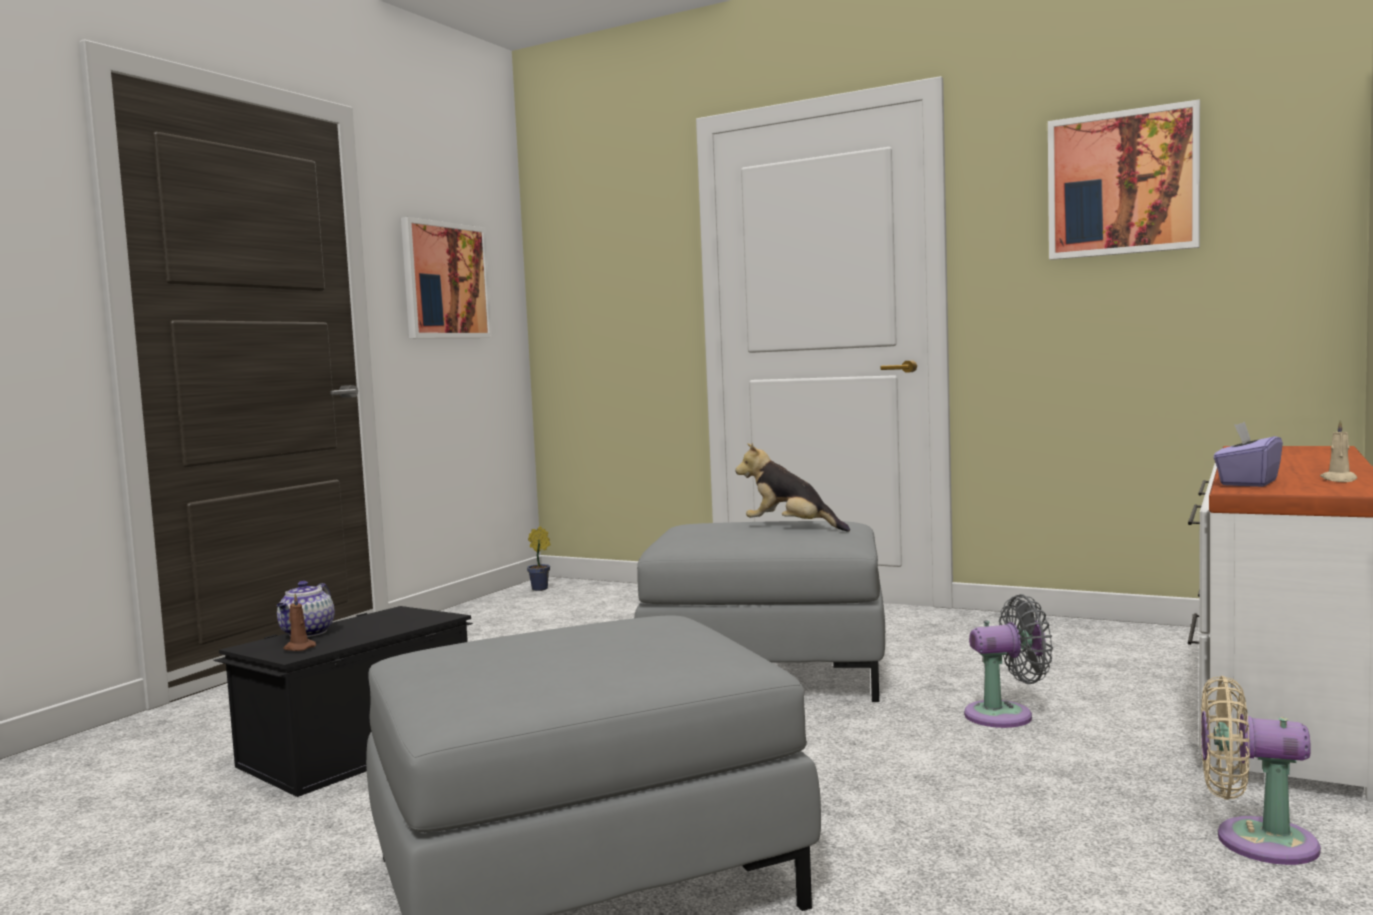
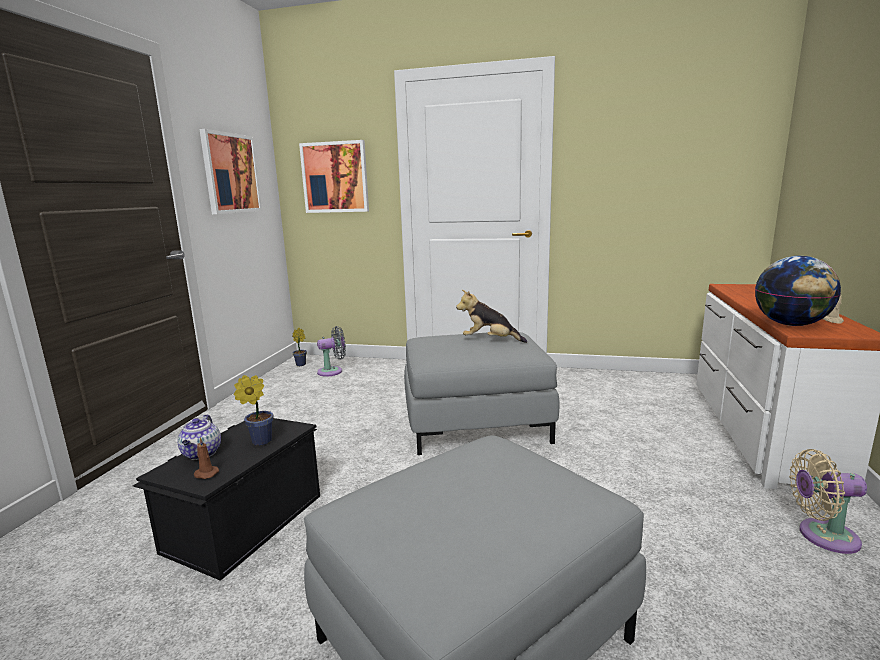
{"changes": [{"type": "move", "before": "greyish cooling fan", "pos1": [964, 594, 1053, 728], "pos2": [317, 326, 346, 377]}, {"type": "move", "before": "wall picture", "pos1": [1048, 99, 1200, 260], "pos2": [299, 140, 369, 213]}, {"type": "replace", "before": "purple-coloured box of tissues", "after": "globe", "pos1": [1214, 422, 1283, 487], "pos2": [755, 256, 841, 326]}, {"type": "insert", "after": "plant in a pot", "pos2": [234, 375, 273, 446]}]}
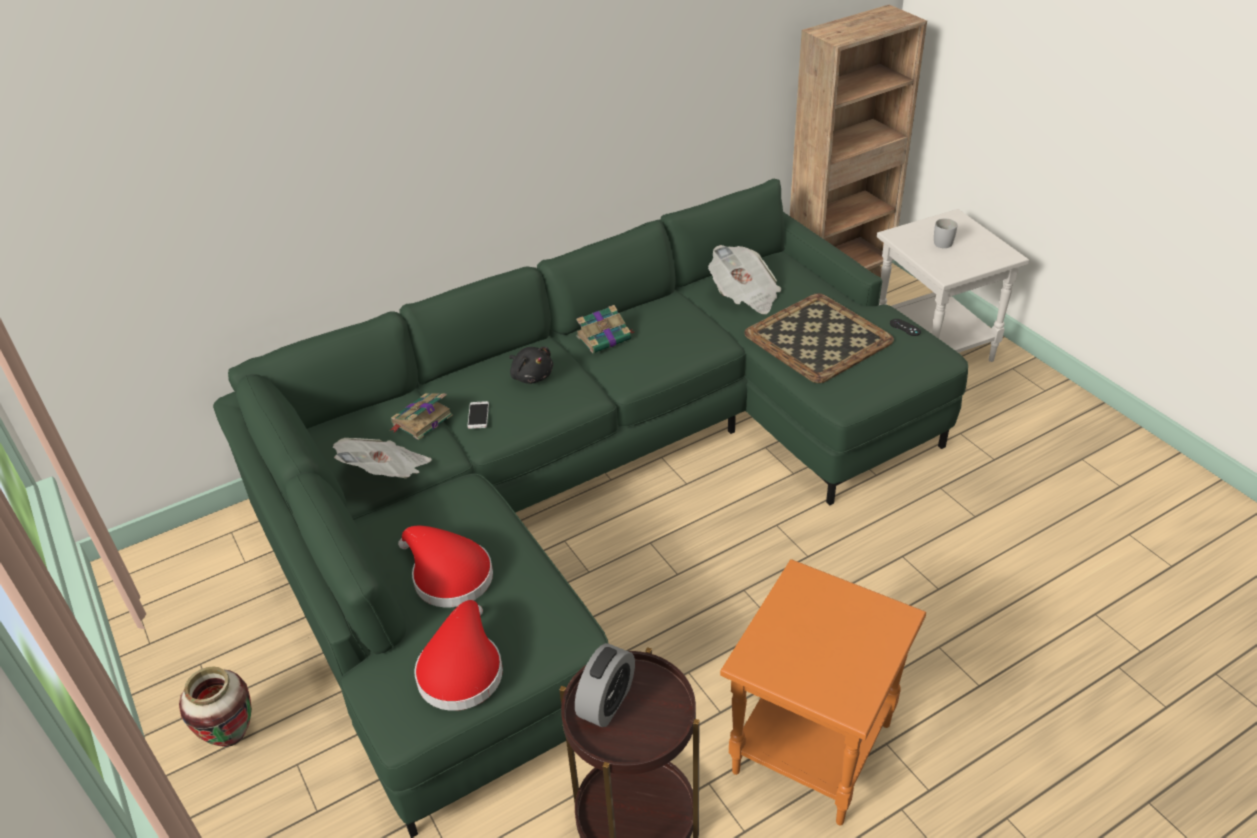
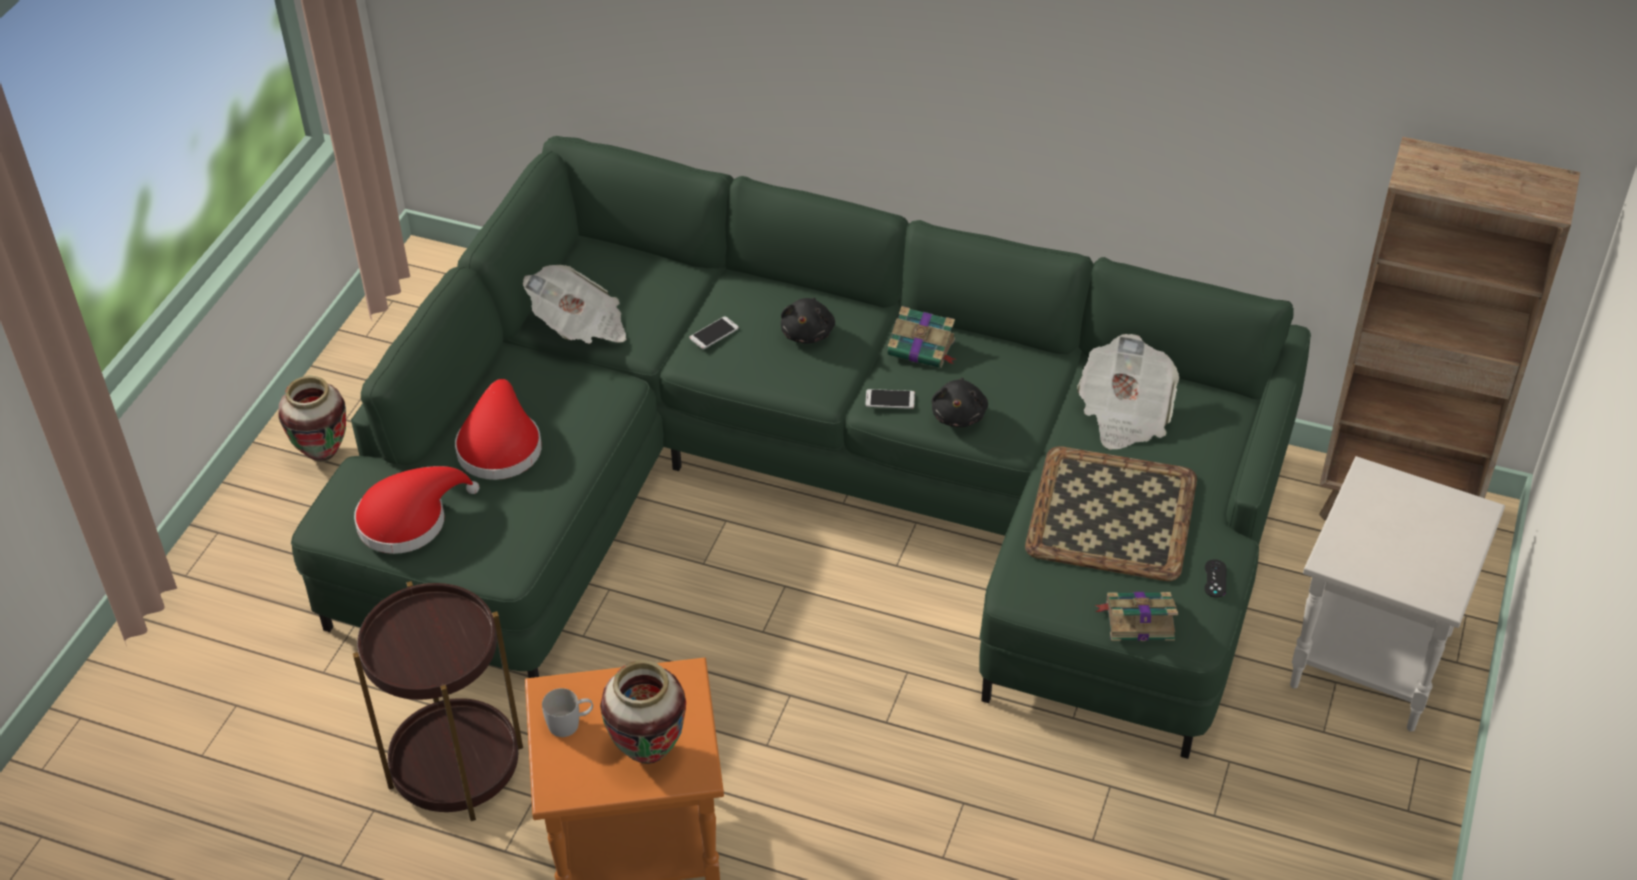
{"changes": [{"type": "move", "before": "bound book", "pos1": [389, 393, 453, 440], "pos2": [1095, 592, 1178, 641]}, {"type": "delete", "before": "table clock", "pos1": [575, 643, 635, 727]}, {"type": "move", "before": "white-coloured mug", "pos1": [934, 219, 958, 248], "pos2": [542, 688, 593, 737]}, {"type": "insert", "after": "flower vase", "pos2": [600, 660, 686, 764]}, {"type": "insert", "after": "phone", "pos2": [865, 389, 915, 409]}, {"type": "insert", "after": "blackish soft toy", "pos2": [932, 378, 988, 427]}]}
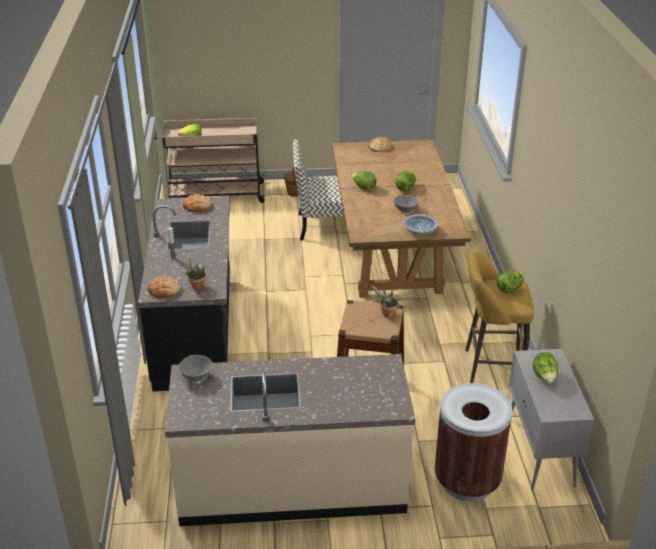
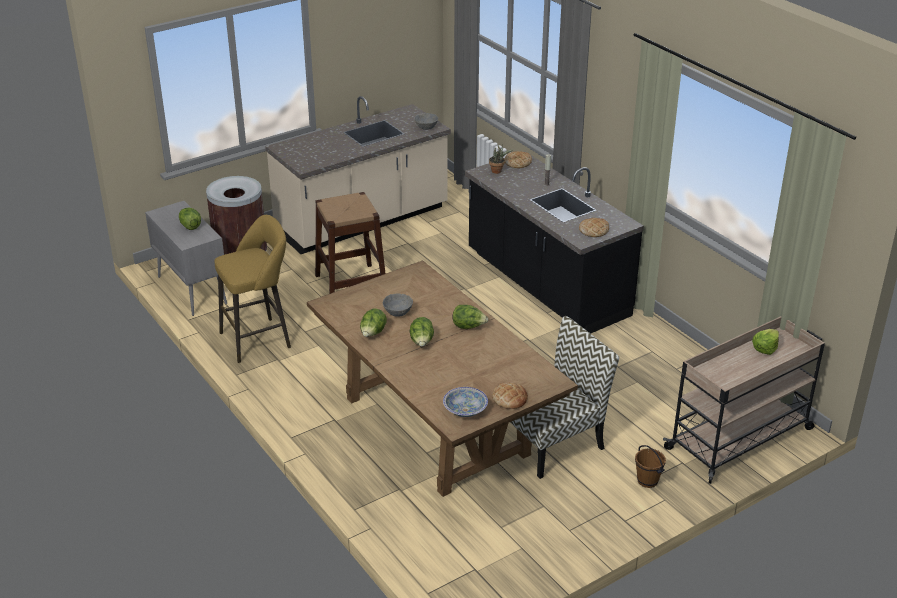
{"changes": [{"type": "delete", "before": "plant in a pot", "pos1": [369, 283, 398, 318]}, {"type": "move", "before": "bowl", "pos1": [403, 214, 438, 235], "pos2": [443, 387, 488, 417]}, {"type": "move", "before": "lettuce head", "pos1": [497, 270, 525, 294], "pos2": [360, 309, 387, 337]}]}
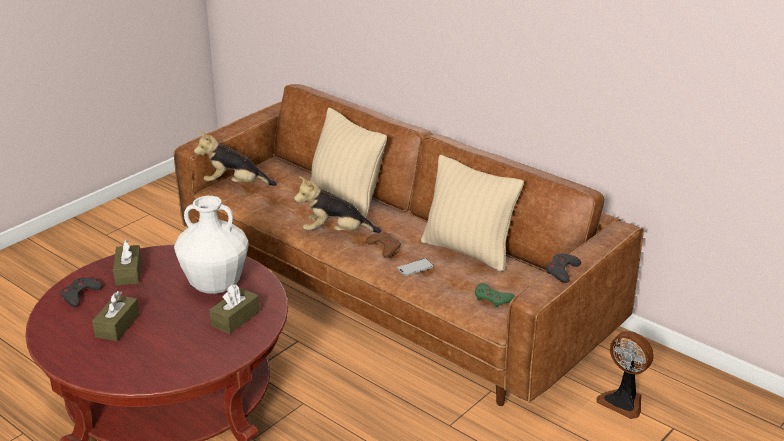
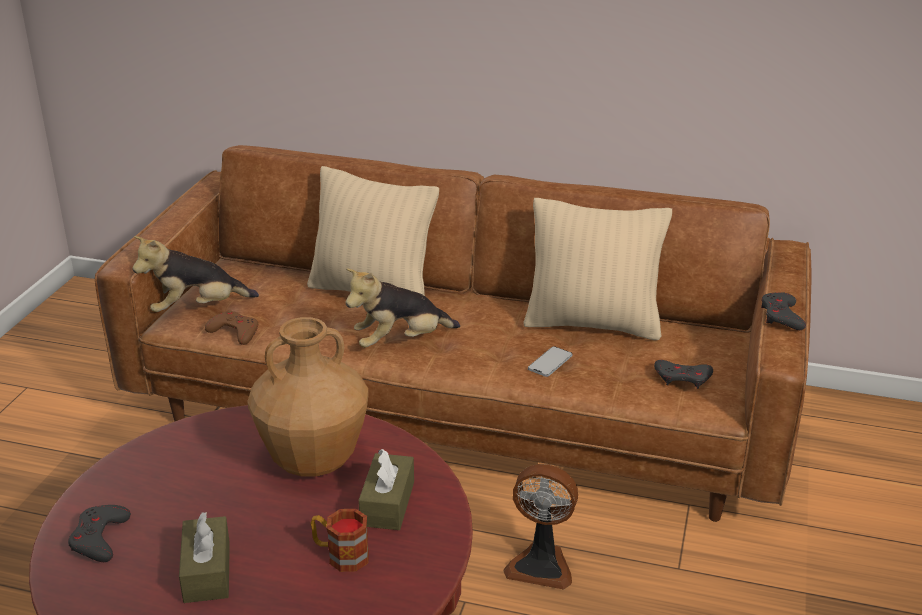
{"changes": [{"type": "delete", "before": "brown box of tissues", "pos1": [113, 240, 142, 286]}, {"type": "recolor", "before": "white-coloured flower vase", "after": "brown flower vase", "pos1": [174, 196, 249, 294], "pos2": [247, 317, 369, 477]}, {"type": "move", "before": "brown gamepad", "pos1": [366, 232, 401, 258], "pos2": [205, 310, 258, 345]}, {"type": "recolor", "before": "greenish gamepad", "after": "greyish gamepad", "pos1": [475, 283, 515, 308], "pos2": [654, 360, 713, 389]}, {"type": "move", "before": "cooling fan", "pos1": [596, 331, 654, 419], "pos2": [503, 464, 578, 590]}, {"type": "insert", "after": "mug", "pos2": [310, 509, 369, 572]}]}
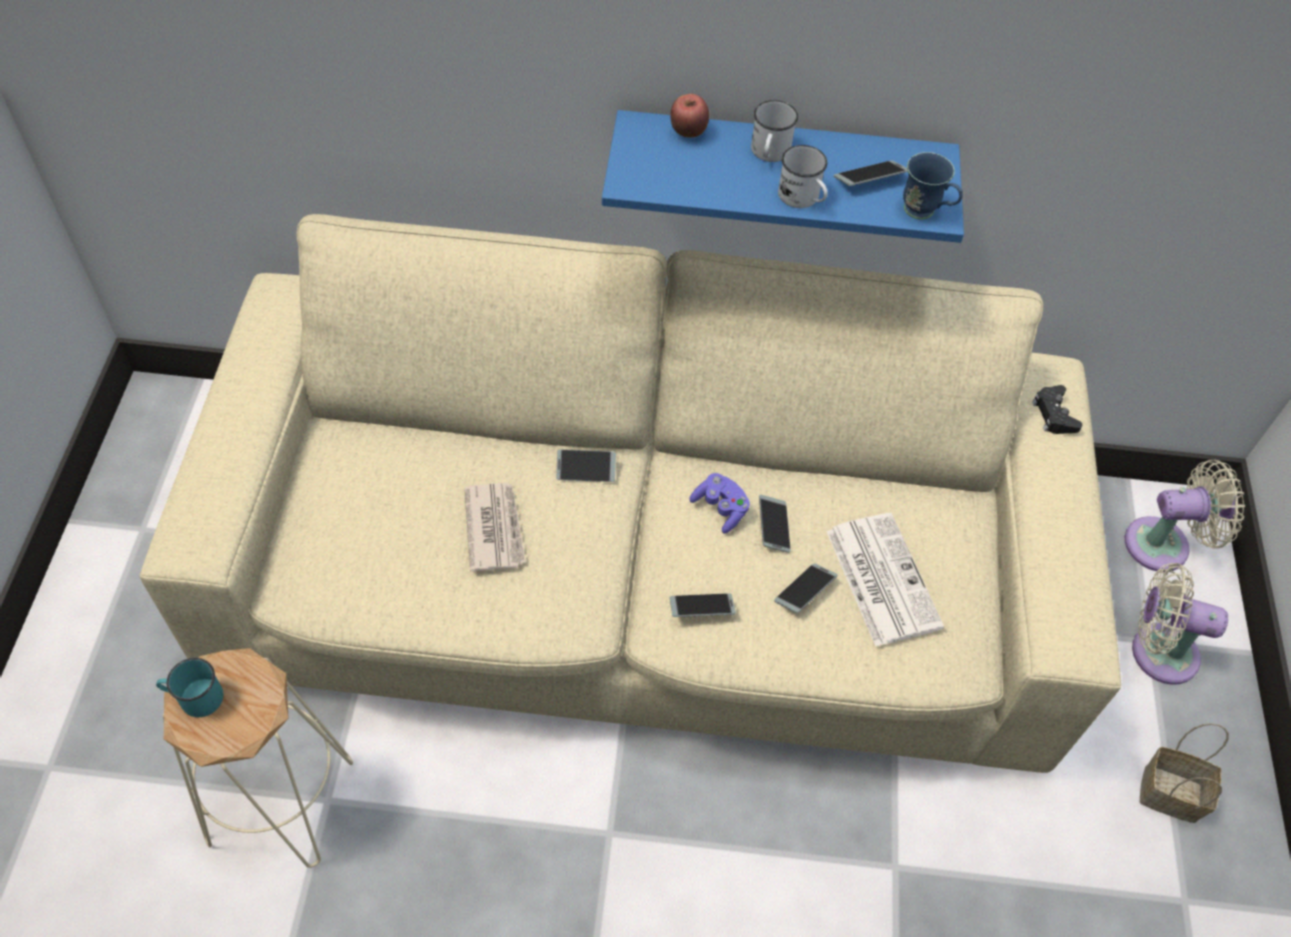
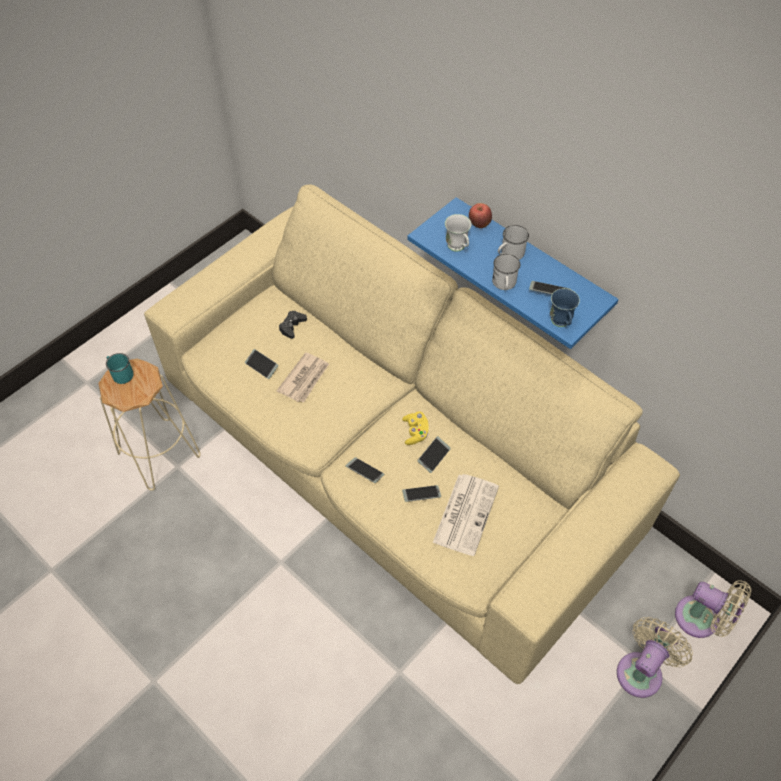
{"changes": [{"type": "move", "before": "phone", "pos1": [556, 450, 616, 482], "pos2": [245, 349, 279, 379]}, {"type": "recolor", "before": "purple-coloured gamepad", "after": "yellowish gamepad", "pos1": [689, 473, 750, 534], "pos2": [402, 412, 429, 445]}, {"type": "move", "before": "blackish gamepad", "pos1": [1032, 385, 1082, 434], "pos2": [279, 311, 307, 339]}, {"type": "rotate", "before": "beige cooling fan", "pos1": [1132, 563, 1228, 685], "pos2": [617, 617, 693, 698], "turn": 75}, {"type": "delete", "before": "household basket", "pos1": [1140, 723, 1229, 823]}, {"type": "insert", "after": "white-coloured mug", "pos2": [445, 214, 471, 252]}]}
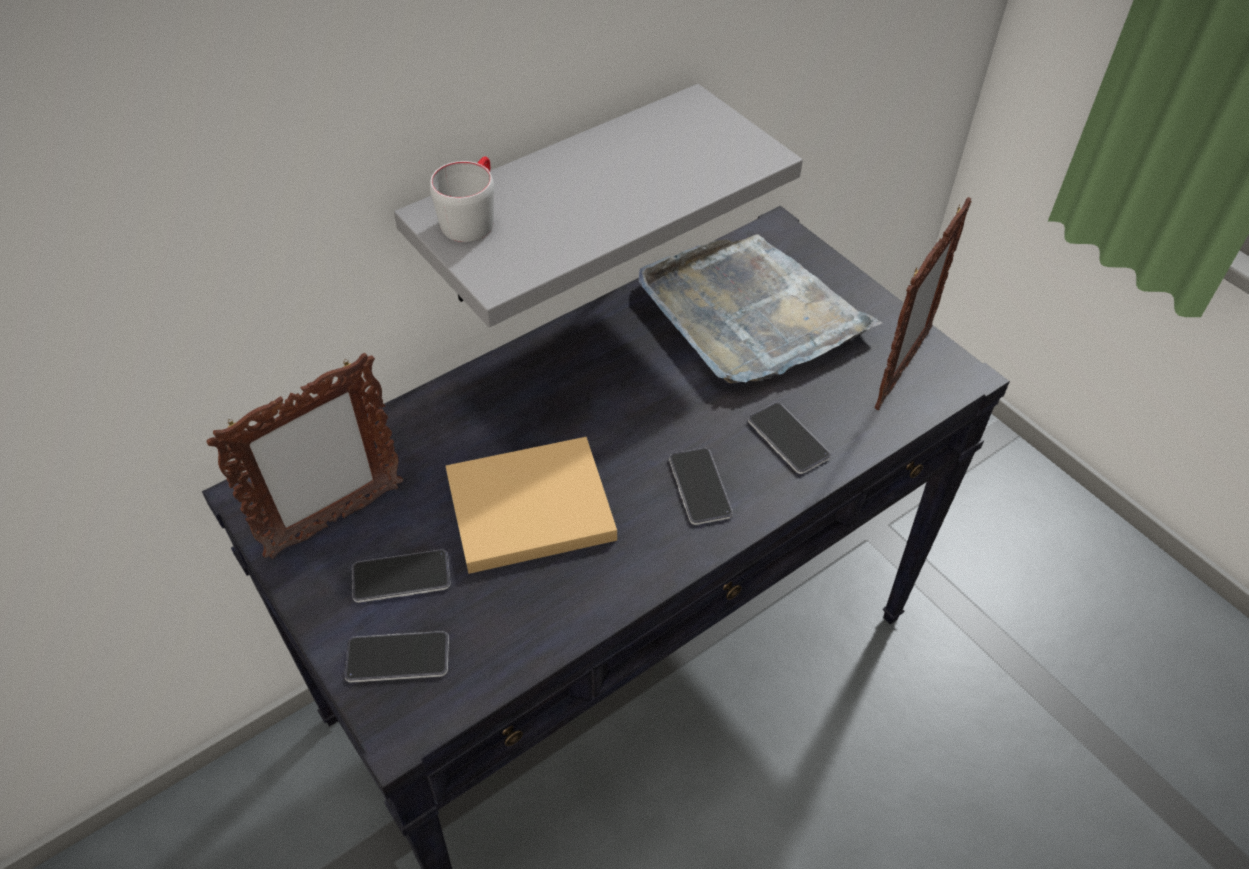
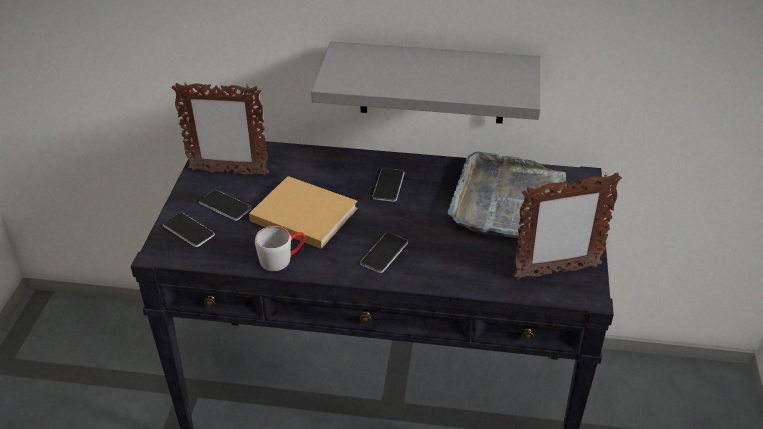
{"changes": [{"type": "move", "before": "greyish mug", "pos1": [430, 156, 494, 242], "pos2": [255, 226, 305, 271]}, {"type": "move", "before": "phone", "pos1": [748, 402, 831, 474], "pos2": [372, 168, 404, 202]}]}
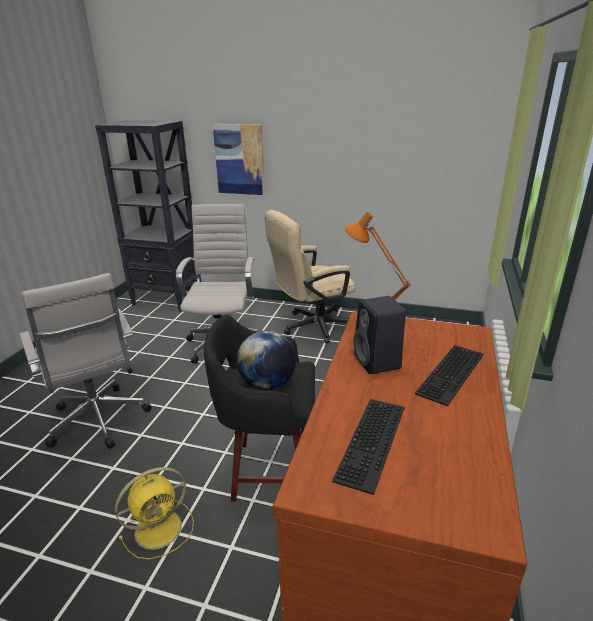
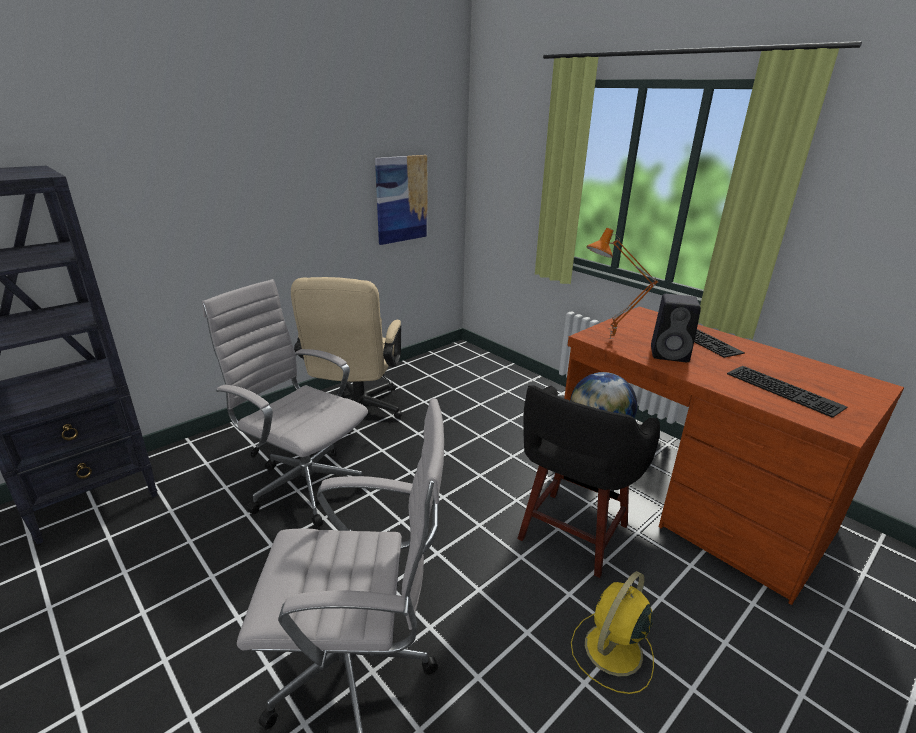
{"changes": [{"type": "rotate", "before": "yellowish cooling fan", "pos1": [115, 467, 194, 560], "pos2": [571, 571, 654, 694], "turn": -135}, {"type": "move", "before": "wall picture", "pos1": [213, 124, 265, 195], "pos2": [375, 155, 428, 245]}]}
